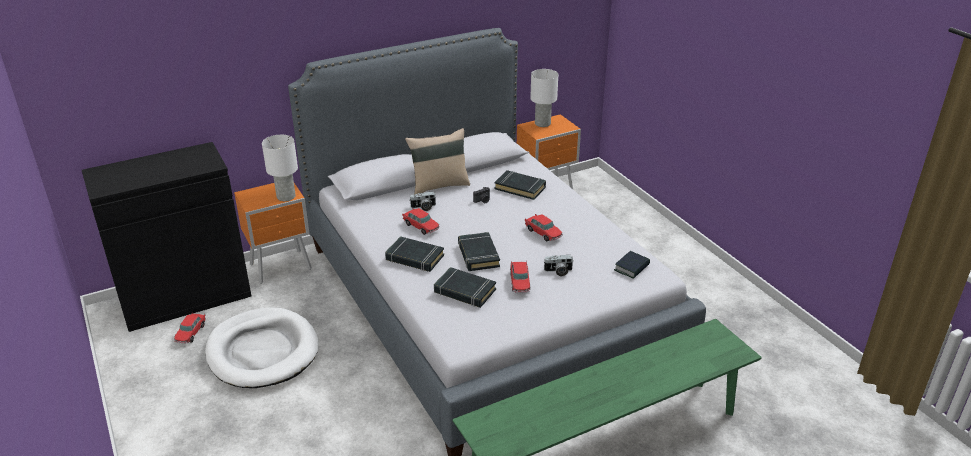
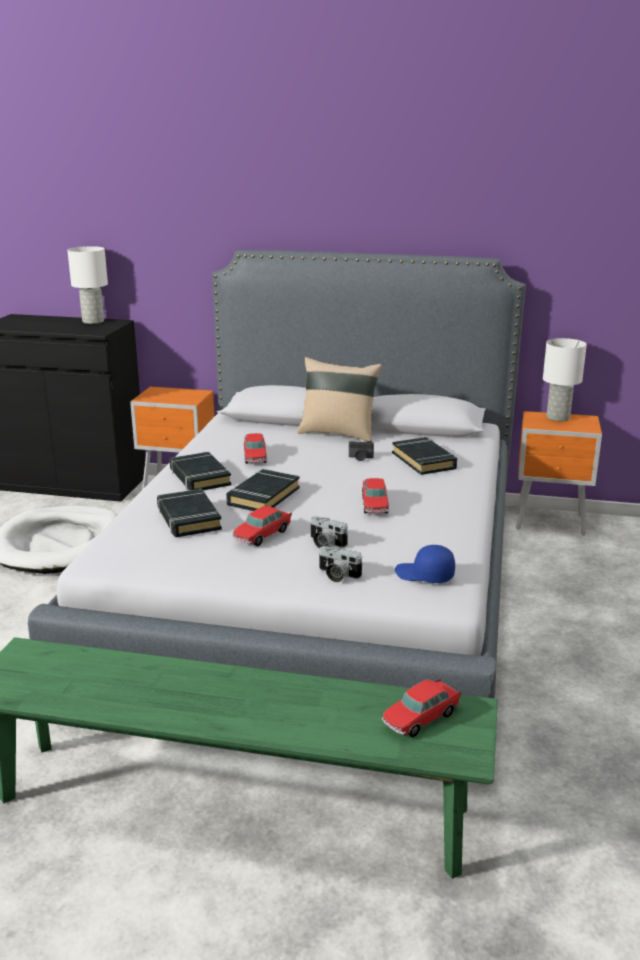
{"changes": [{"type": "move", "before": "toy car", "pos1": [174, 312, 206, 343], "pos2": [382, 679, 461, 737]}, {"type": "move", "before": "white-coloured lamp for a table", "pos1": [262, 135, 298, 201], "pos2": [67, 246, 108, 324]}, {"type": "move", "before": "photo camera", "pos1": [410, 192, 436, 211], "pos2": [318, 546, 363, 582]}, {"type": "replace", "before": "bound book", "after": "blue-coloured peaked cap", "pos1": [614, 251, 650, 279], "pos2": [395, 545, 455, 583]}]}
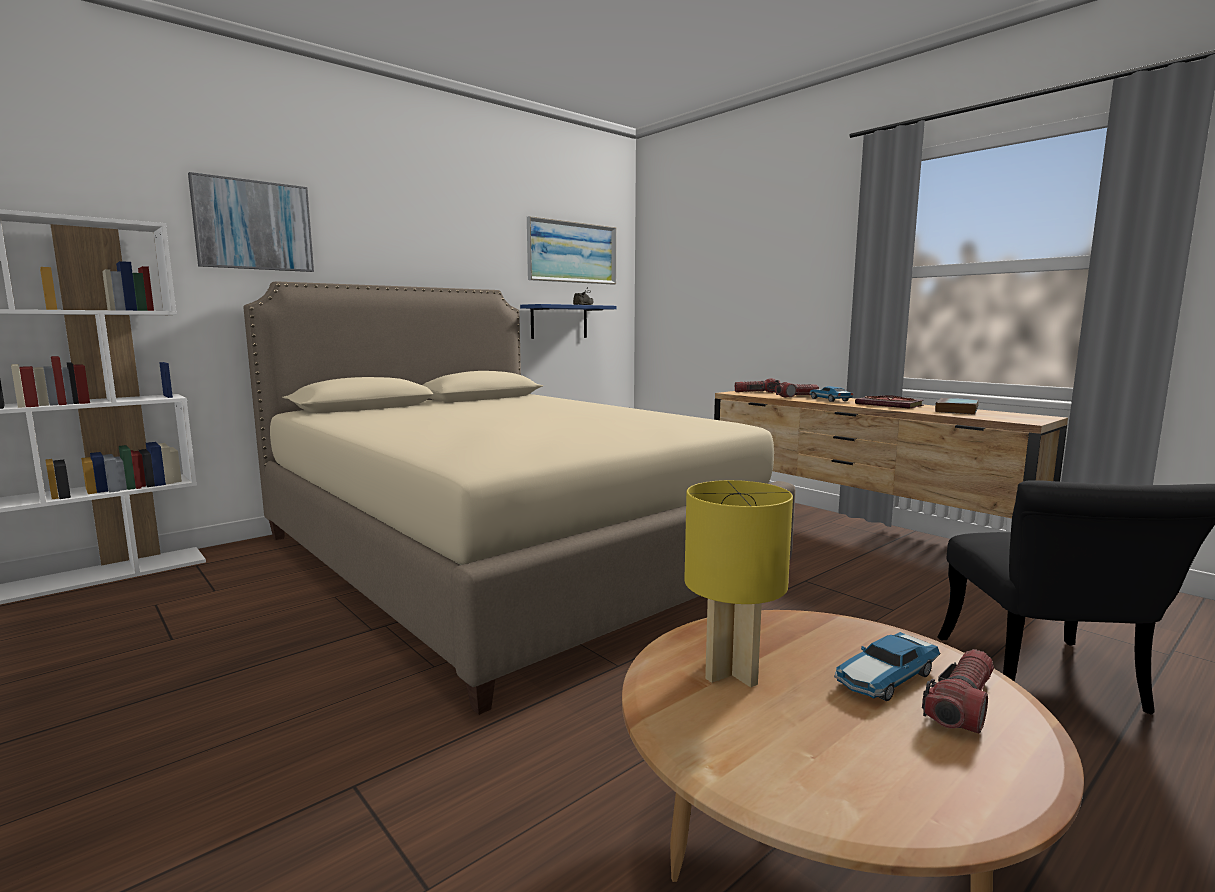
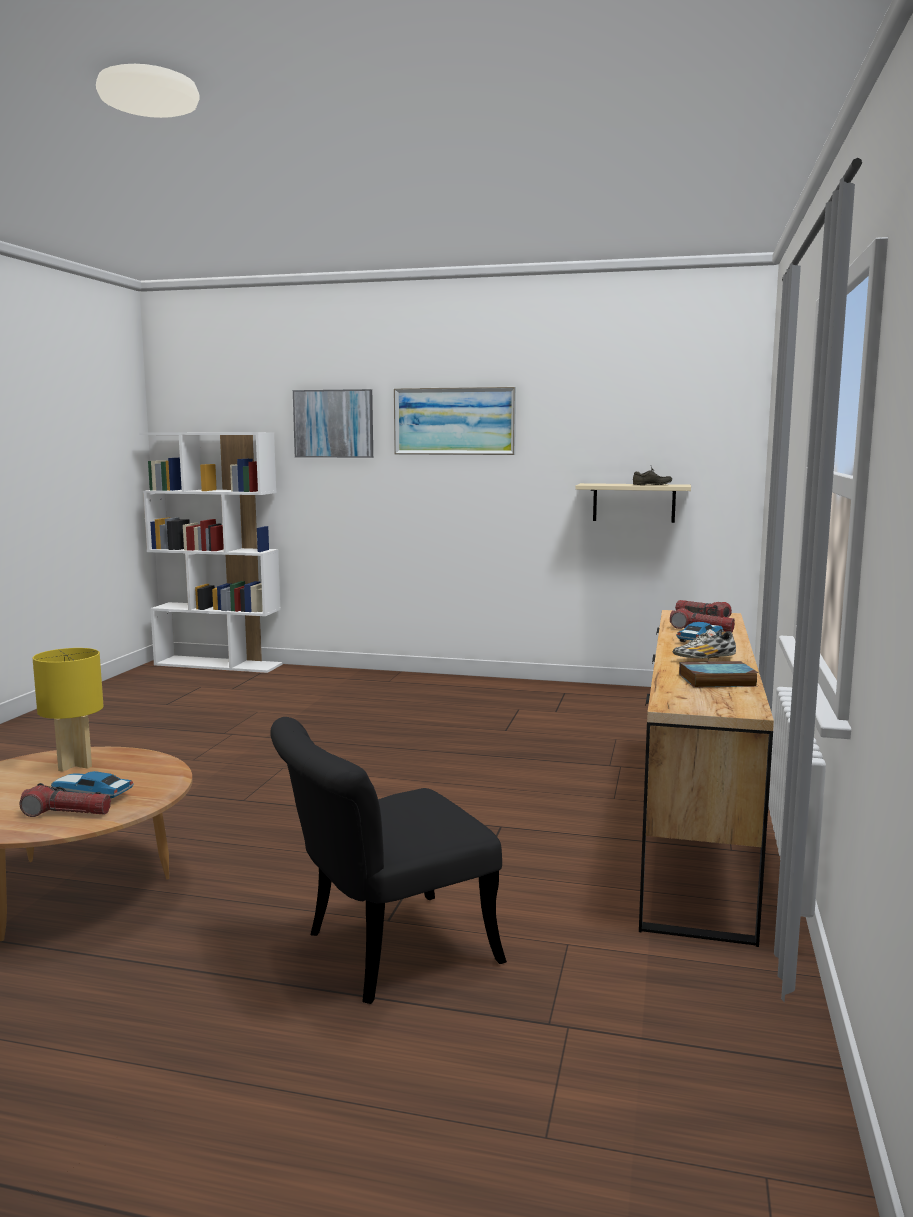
{"changes": [{"type": "delete", "before": "beige bed", "pos1": [243, 281, 796, 715]}, {"type": "recolor", "before": "blue-coloured bracket shelf", "after": "beige bracket shelf", "pos1": [520, 304, 616, 339], "pos2": [575, 483, 691, 523]}, {"type": "move", "before": "wall picture", "pos1": [527, 216, 617, 284], "pos2": [394, 387, 516, 455]}, {"type": "replace", "before": "bound book", "after": "item of footwear", "pos1": [855, 396, 924, 409], "pos2": [672, 629, 736, 659]}]}
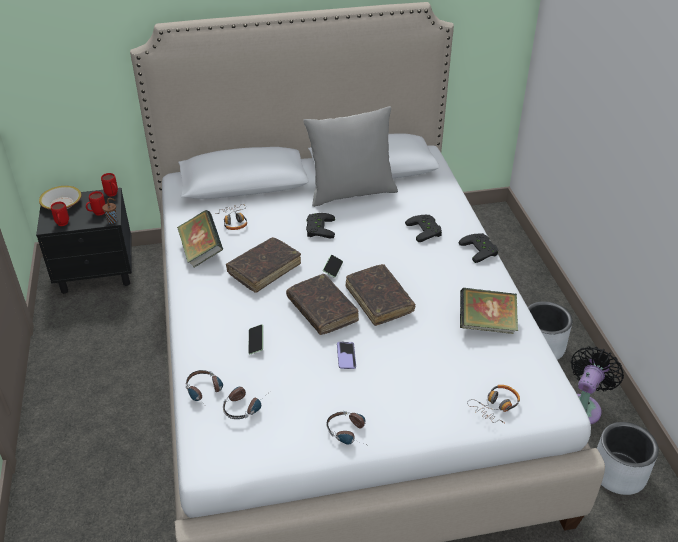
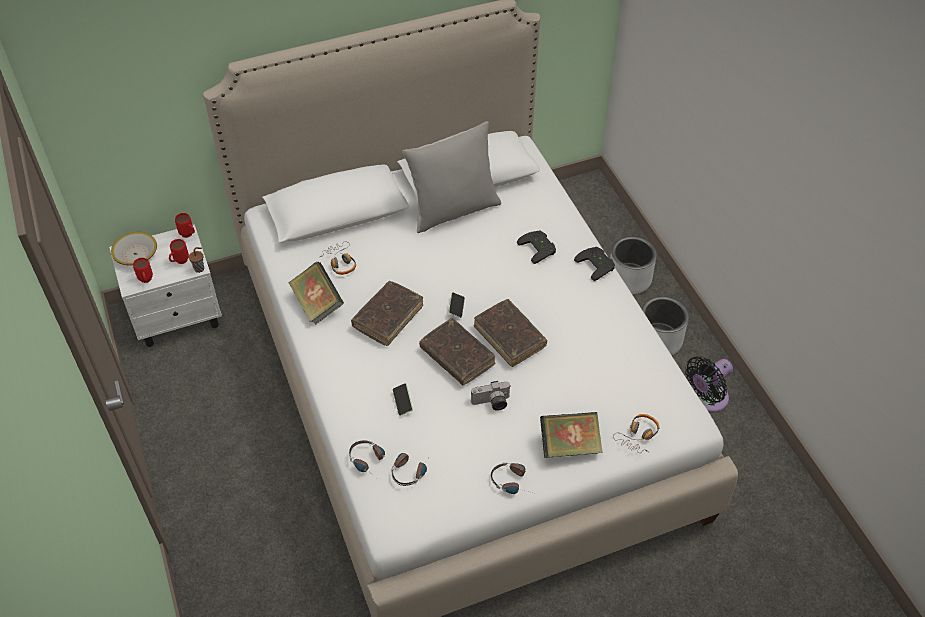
{"changes": [{"type": "recolor", "before": "blackish night table", "after": "white-coloured night table", "pos1": [36, 188, 132, 294], "pos2": [109, 224, 222, 347]}, {"type": "delete", "before": "blackish gamepad", "pos1": [306, 213, 335, 238]}, {"type": "replace", "before": "phone", "after": "photo camera", "pos1": [337, 342, 356, 369], "pos2": [471, 381, 510, 411]}, {"type": "move", "before": "bound book", "pos1": [460, 288, 518, 334], "pos2": [540, 412, 603, 458]}, {"type": "rotate", "before": "blackish cooling fan", "pos1": [571, 346, 624, 424], "pos2": [685, 356, 733, 413], "turn": -150}, {"type": "move", "before": "greyish flower pot", "pos1": [597, 422, 659, 495], "pos2": [610, 236, 657, 294]}]}
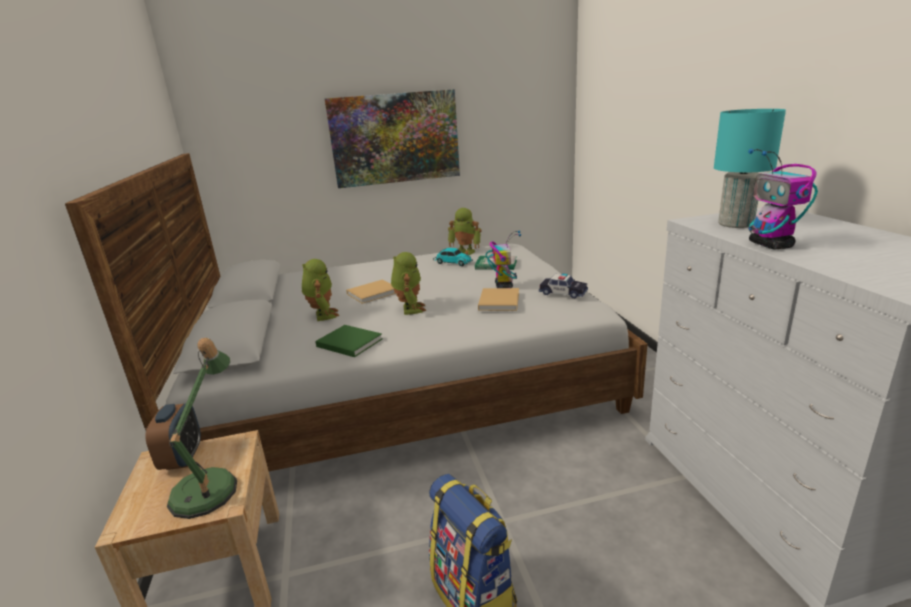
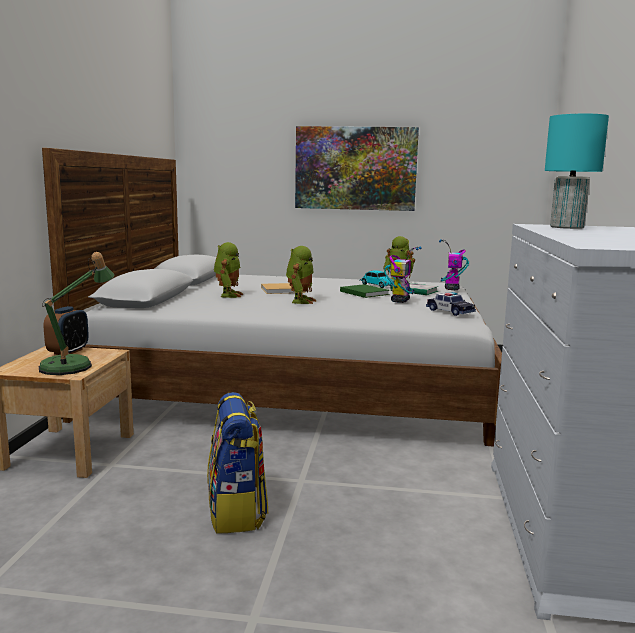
{"changes": [{"type": "move", "before": "greenish bound book", "pos1": [315, 325, 383, 357], "pos2": [340, 284, 390, 298]}, {"type": "delete", "before": "beige bound book", "pos1": [478, 288, 519, 311]}, {"type": "move", "before": "toy robot", "pos1": [748, 149, 818, 249], "pos2": [439, 239, 469, 290]}]}
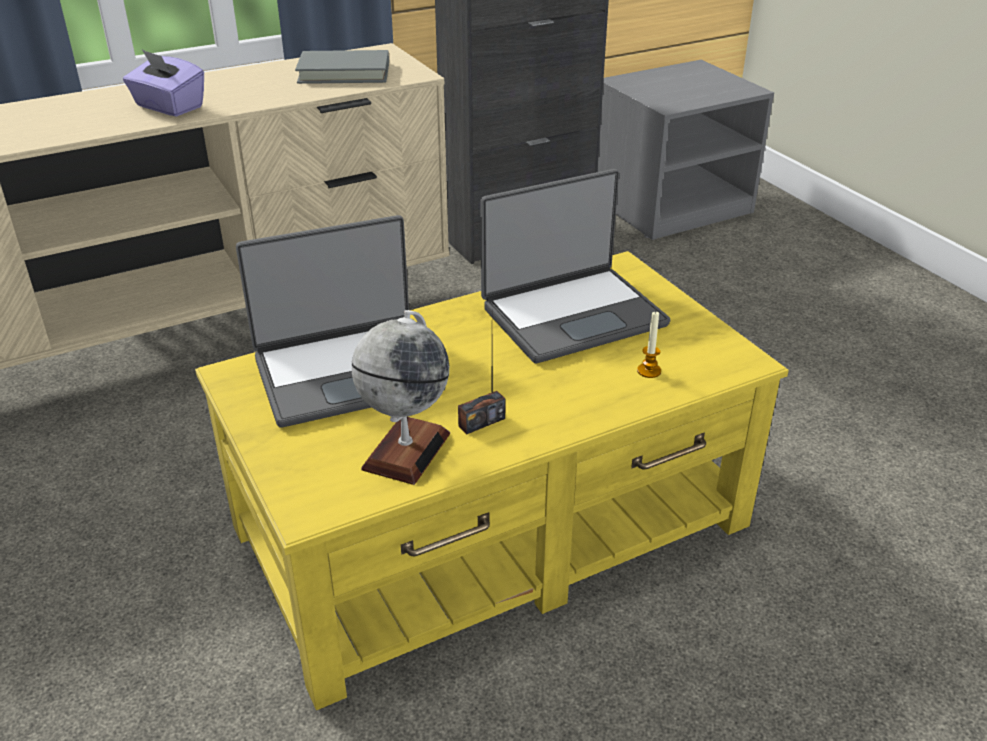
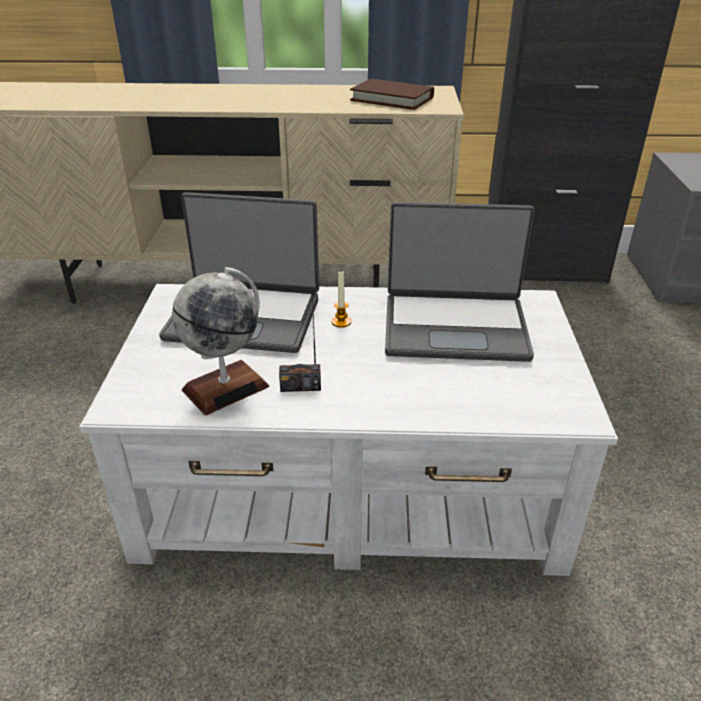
{"changes": [{"type": "delete", "before": "purple-coloured box of tissues", "pos1": [123, 50, 204, 117]}, {"type": "recolor", "before": "yellowish lounge table", "after": "white-coloured lounge table", "pos1": [195, 251, 789, 710], "pos2": [79, 284, 618, 576]}, {"type": "recolor", "before": "greyish bound book", "after": "brown bound book", "pos1": [295, 50, 389, 84], "pos2": [350, 79, 434, 110]}, {"type": "move", "before": "wax light", "pos1": [637, 311, 661, 378], "pos2": [332, 271, 351, 328]}]}
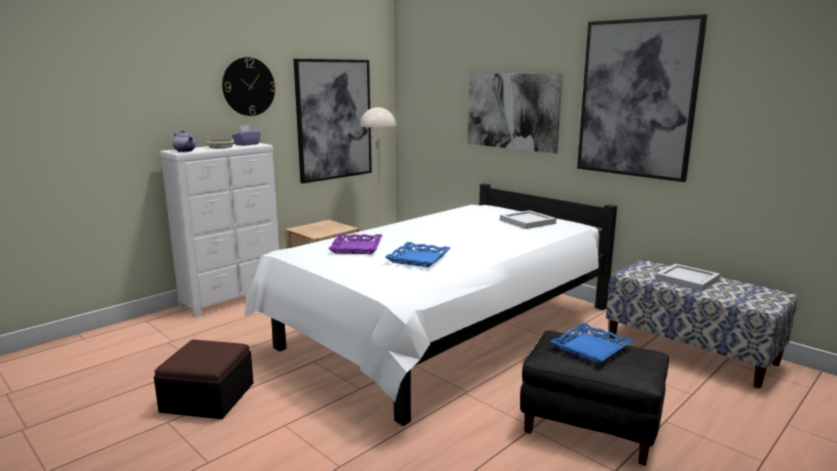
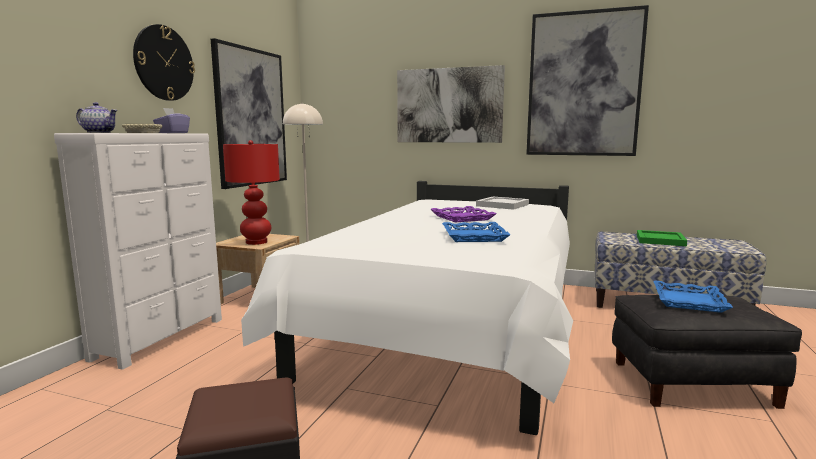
{"changes": [{"type": "move", "before": "purple-coloured carrying tray", "pos1": [329, 234, 382, 254], "pos2": [431, 206, 497, 223]}, {"type": "recolor", "before": "white-coloured carrying tray", "after": "greenish carrying tray", "pos1": [656, 264, 720, 291], "pos2": [637, 230, 687, 246]}, {"type": "insert", "after": "red-coloured lamp for a table", "pos2": [223, 140, 280, 245]}]}
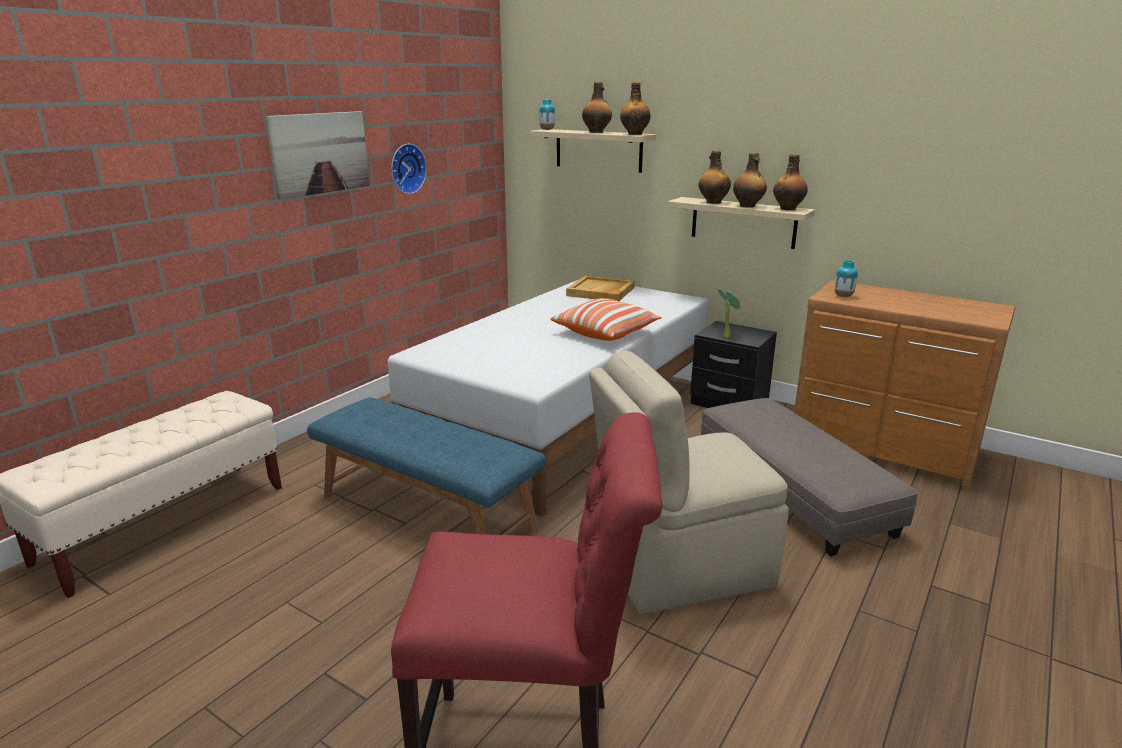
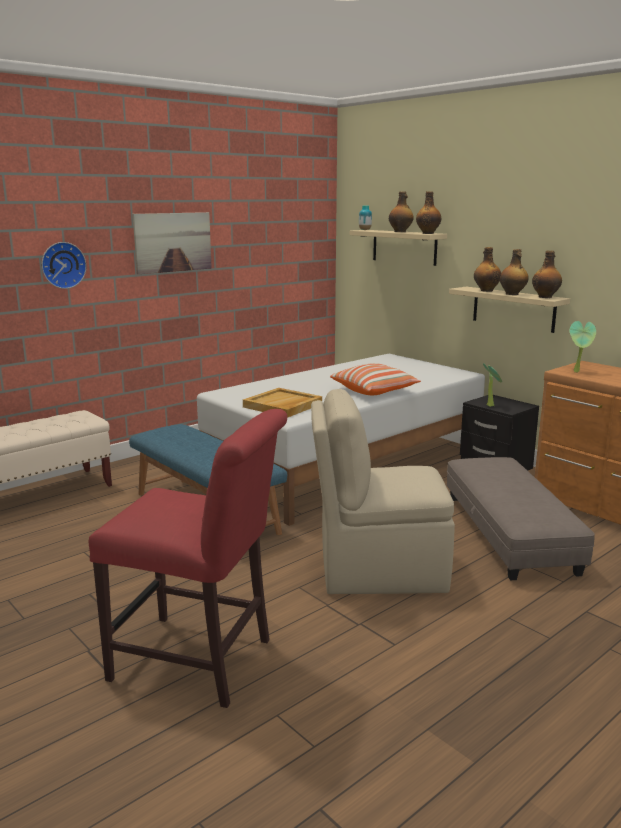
{"changes": [{"type": "move", "before": "wall clock", "pos1": [391, 144, 427, 194], "pos2": [42, 242, 87, 289]}, {"type": "move", "before": "beige carrying tray", "pos1": [566, 276, 635, 301], "pos2": [243, 388, 322, 418]}, {"type": "replace", "before": "flower vase", "after": "plant in a pot", "pos1": [835, 260, 858, 297], "pos2": [570, 321, 596, 372]}]}
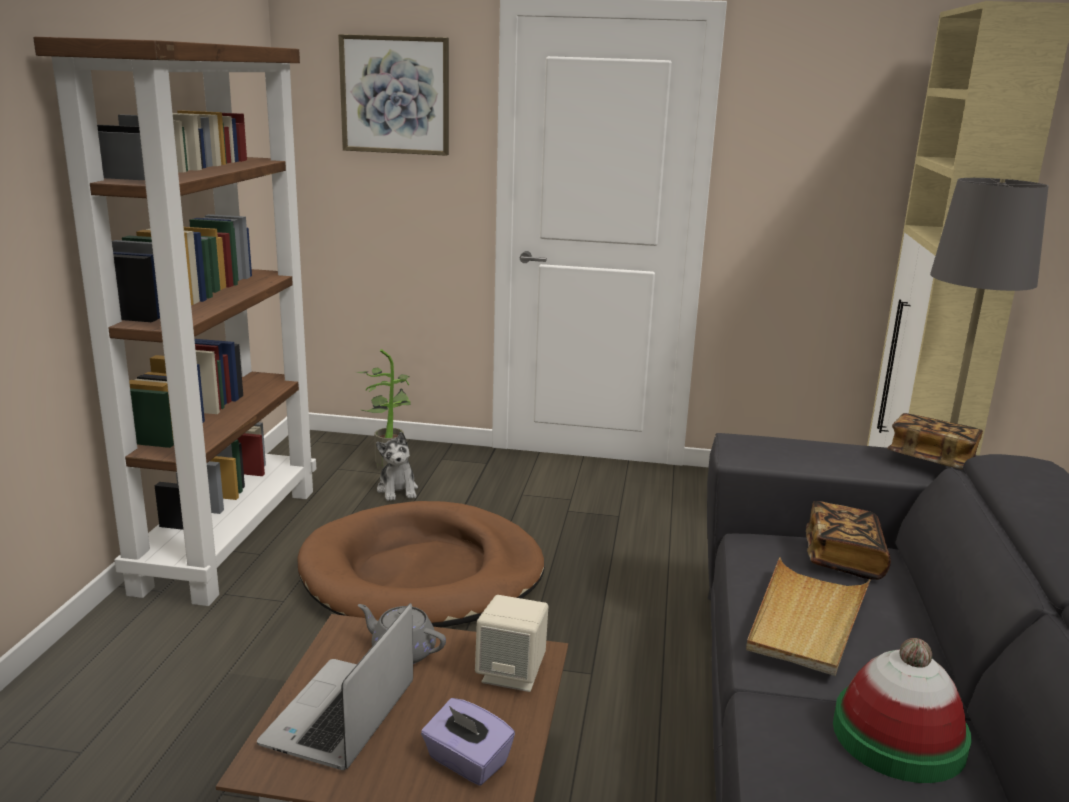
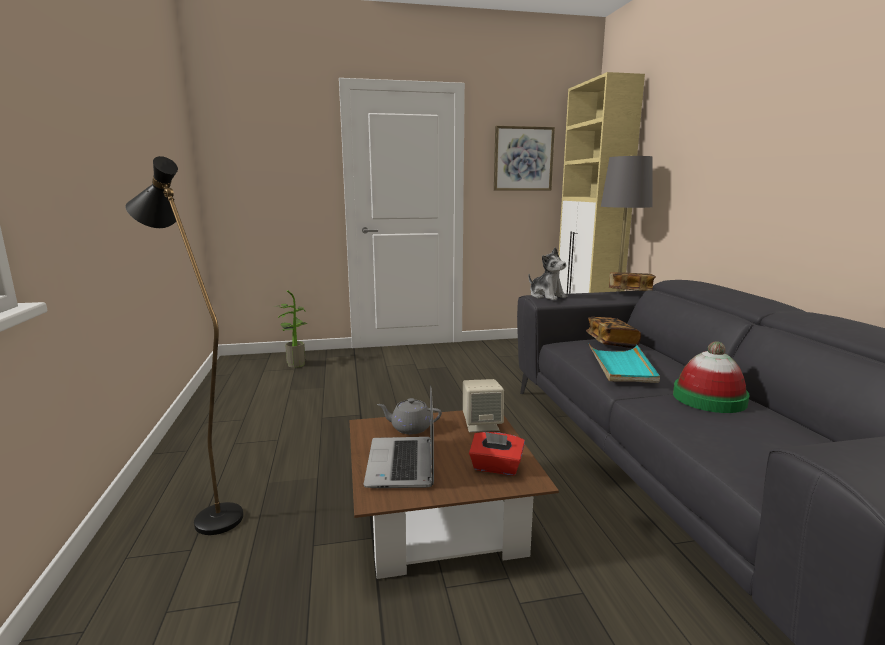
{"changes": [{"type": "delete", "before": "brown bookshelf", "pos1": [33, 36, 316, 606]}, {"type": "delete", "before": "brown dog bed", "pos1": [297, 501, 545, 628]}, {"type": "move", "before": "wall picture", "pos1": [338, 34, 449, 156], "pos2": [494, 126, 555, 191]}, {"type": "move", "before": "soft toy", "pos1": [376, 432, 418, 501], "pos2": [528, 247, 567, 300]}, {"type": "recolor", "before": "purple-coloured box of tissues", "after": "red-coloured box of tissues", "pos1": [421, 698, 515, 786], "pos2": [469, 432, 525, 475]}, {"type": "recolor", "before": "beige carrying tray", "after": "turquoise carrying tray", "pos1": [746, 557, 870, 676], "pos2": [589, 344, 660, 383]}, {"type": "insert", "after": "blackish standing lamp", "pos2": [125, 156, 243, 535]}]}
